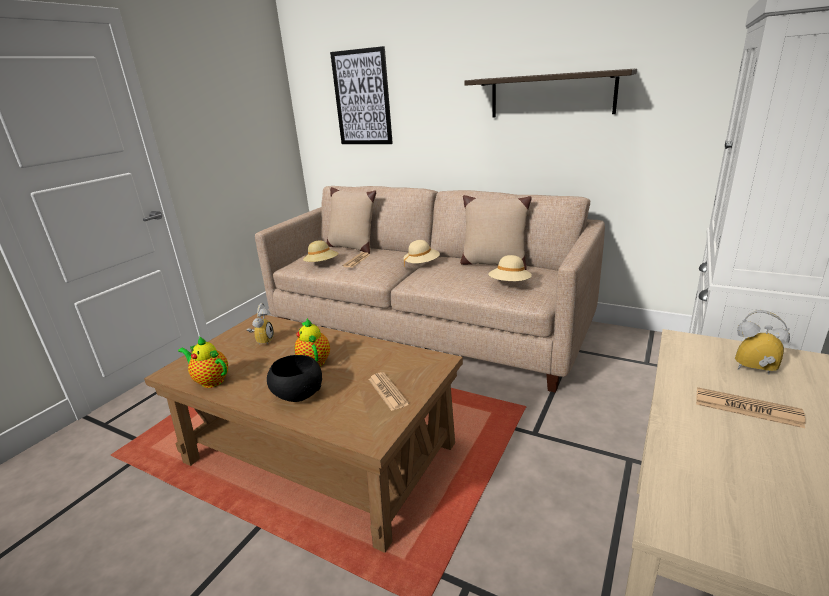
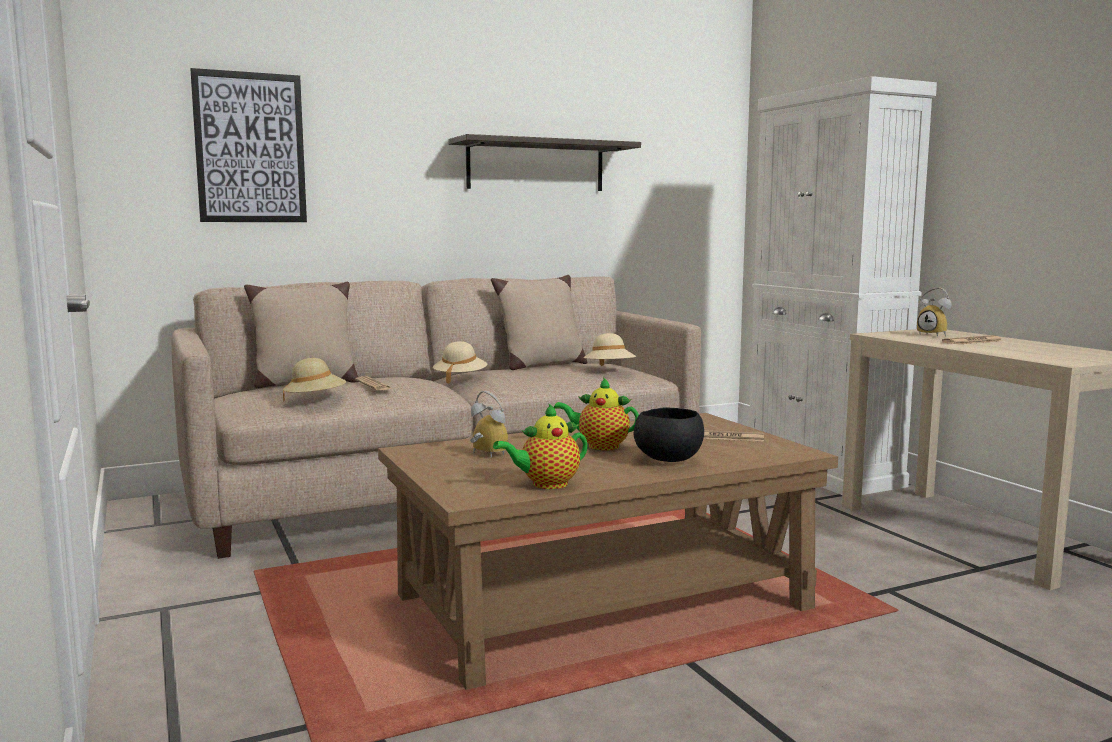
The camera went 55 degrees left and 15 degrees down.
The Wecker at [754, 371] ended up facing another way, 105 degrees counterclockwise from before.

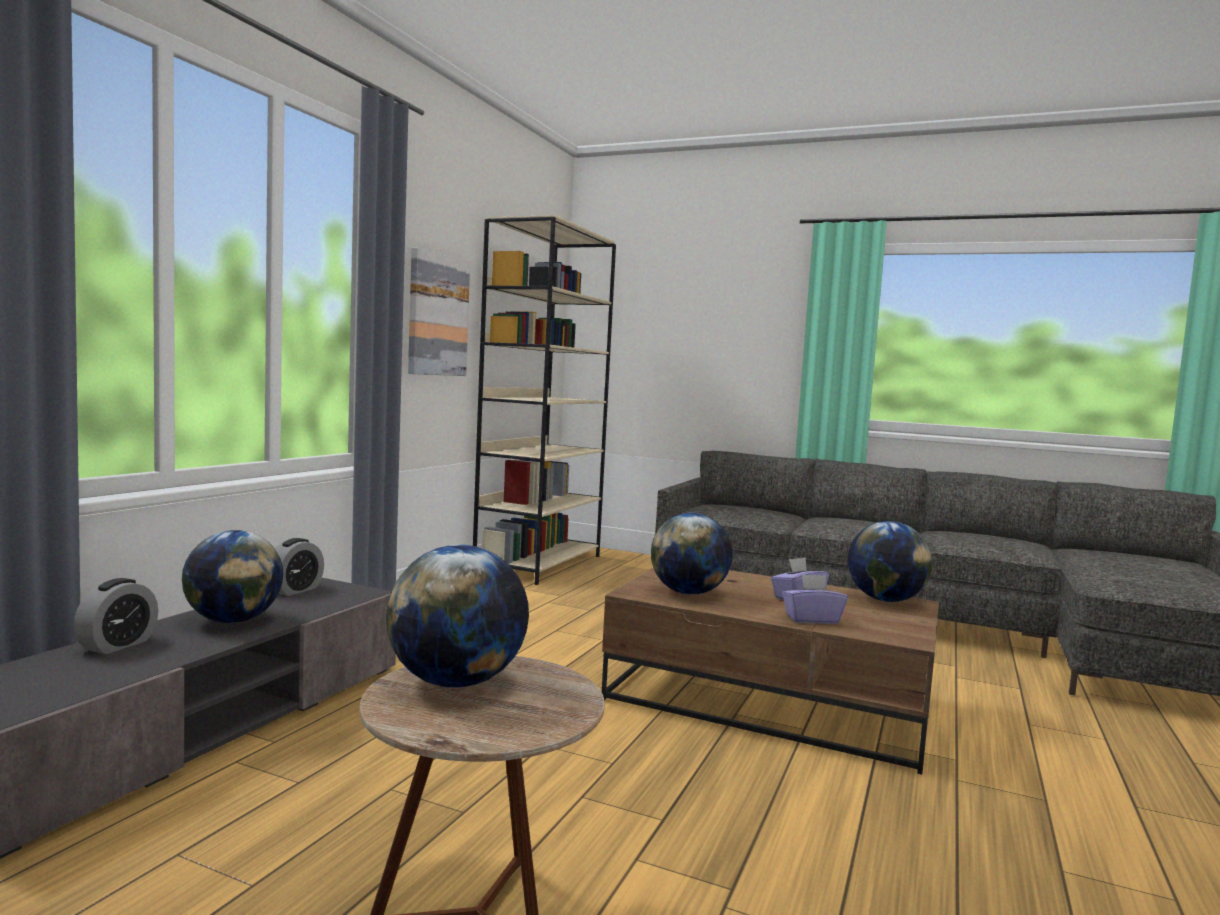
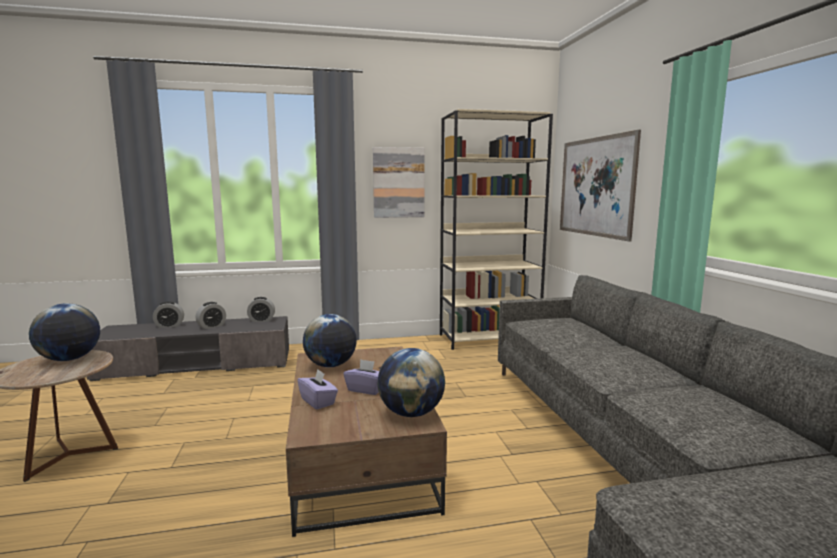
The camera went 55 degrees right and 5 degrees up.
Where the Globus stood at [233, 620], the Wecker came to stand at [211, 326].
The second view gained the Bild at [595, 187].

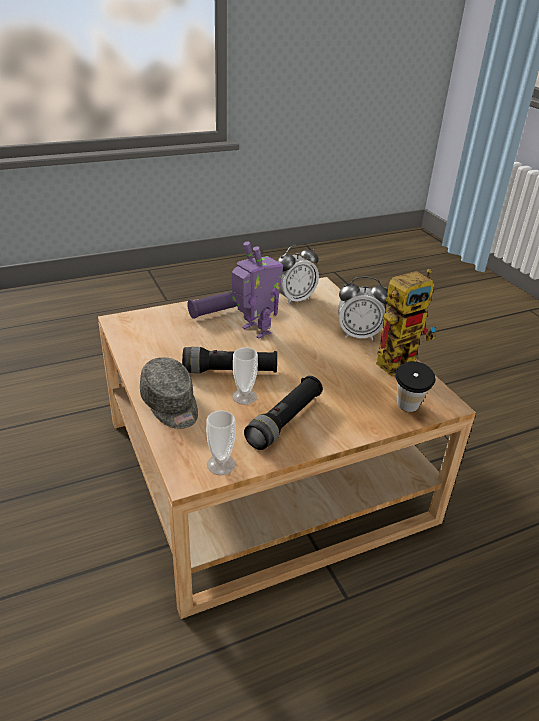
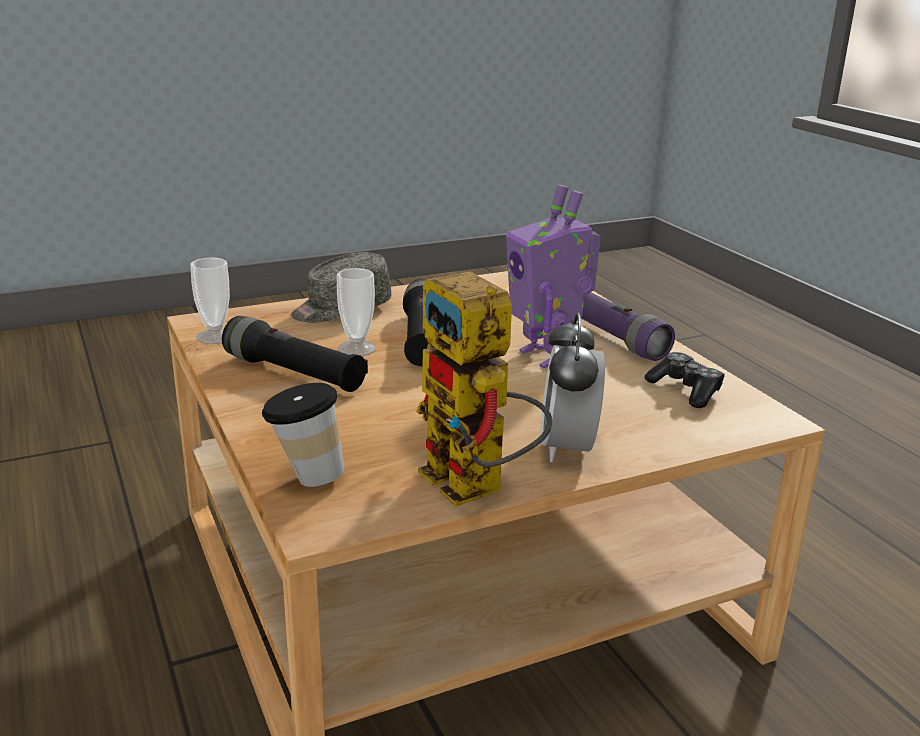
The camera went 90 degrees right and 10 degrees down.
The Spielzeugroboter at [255, 331] ended up facing another way, 105 degrees clockwise from before.
Where the Wecker stood at [294, 299], the Gamepad came to stand at [686, 390].

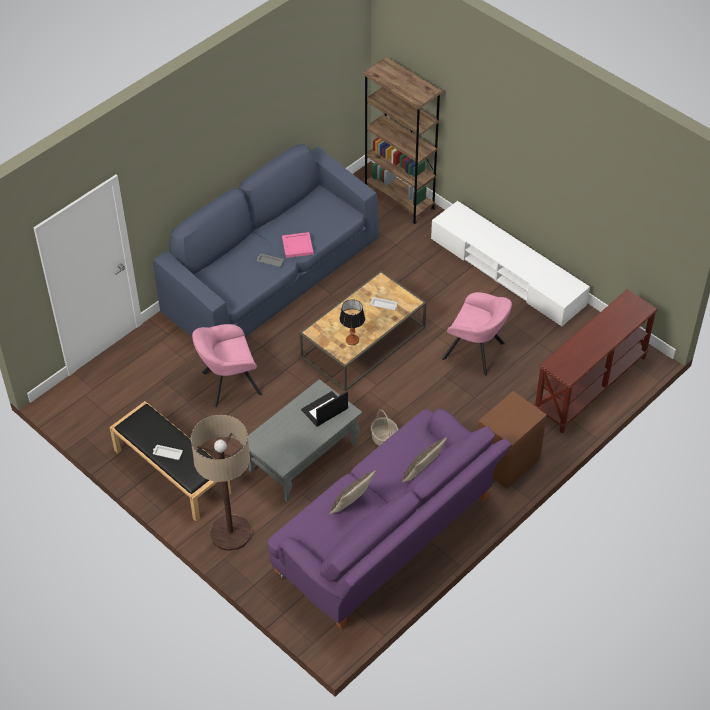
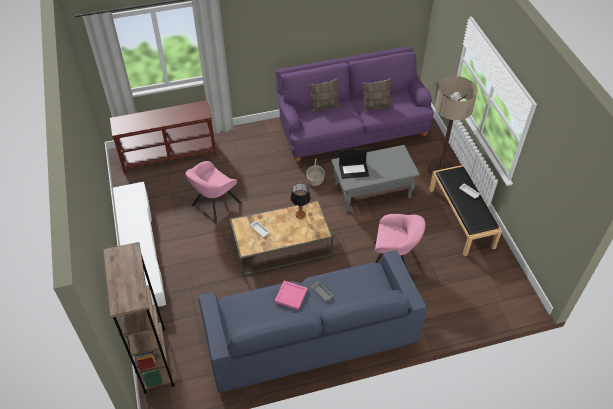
The camera went 150 degrees left and 0 degrees up.
The Sessel/rosa at [476, 352] ended up facing another way, 105 degrees counterclockwise from before.
The second view lost the Nachttisch/braun at [506, 461].

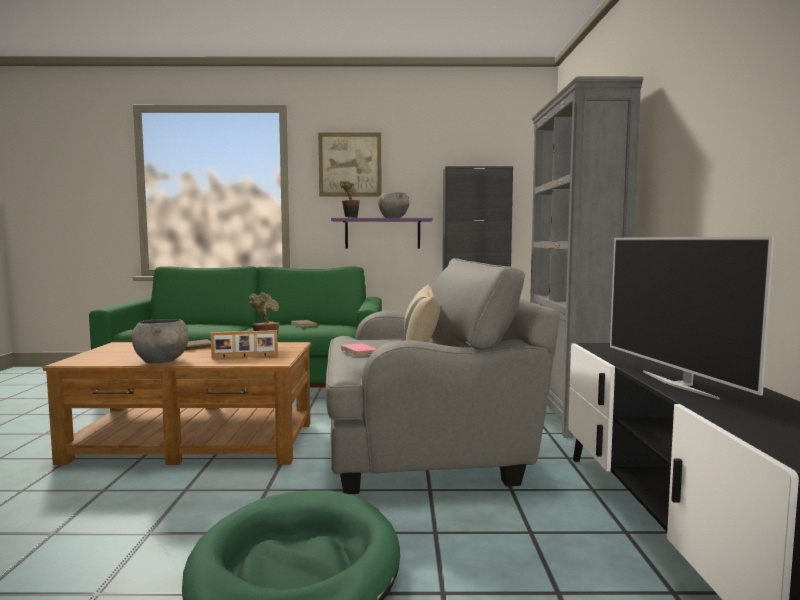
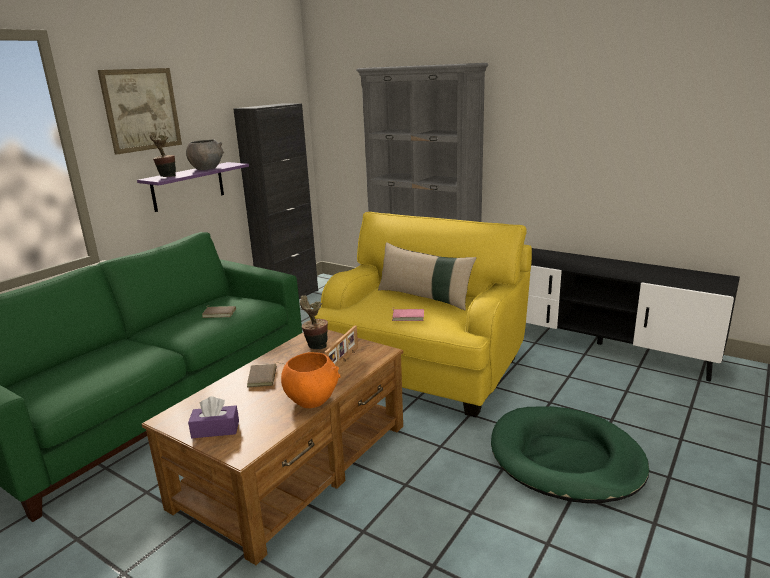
The camera went 55 degrees left and 15 degrees up.
What was the Schüssel/grau at [162, 361] turned into the Schüssel/orange at [312, 400].
What was the Sessel/grau at [425, 446] turned into the Sessel/gelb at [425, 366].
The second view lost the Fernseher at [679, 384].
The second view gained the Taschentuchbox/lila at [215, 429].

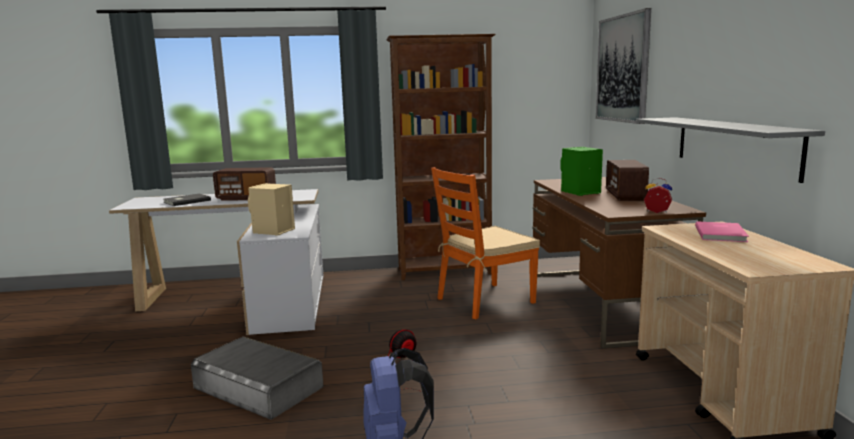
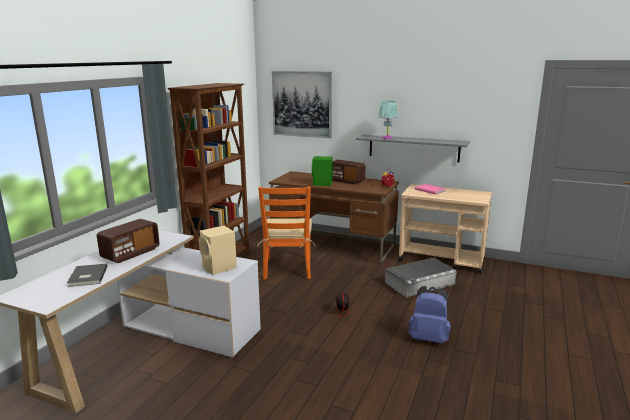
The camera went 60 degrees left and 5 degrees up.
The Aufbewahrungsbox/grau ended up elsewhere, having gone from [258, 387] to [419, 283].
The second view gained the Tischlampe/türkis at [387, 138].

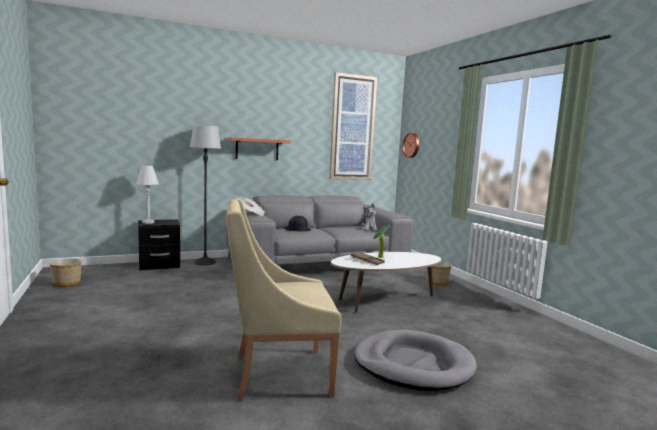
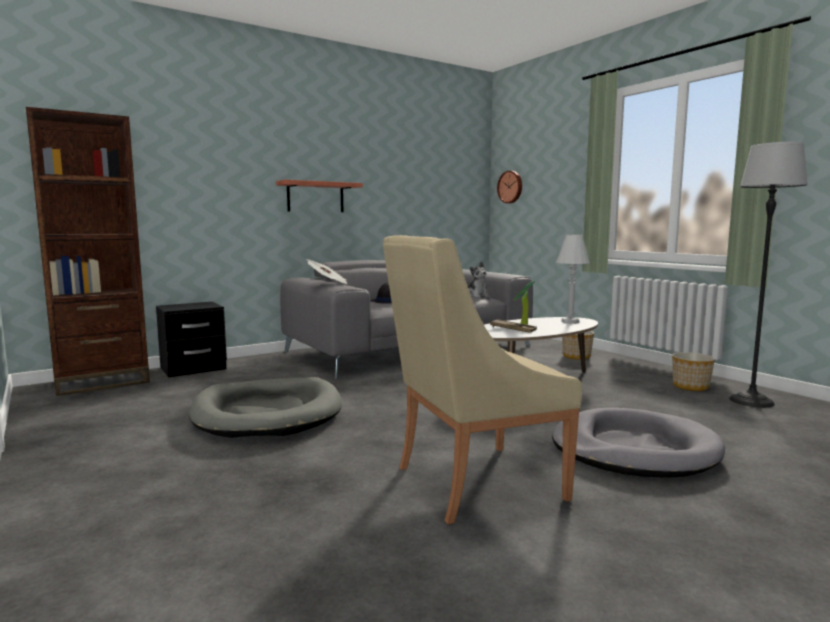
The camera went 10 degrees left and 0 degrees up.
The Pflanzkübel ended up elsewhere, having gone from [67, 283] to [691, 386].
The Tischlampe/weiß ended up elsewhere, having gone from [148, 222] to [570, 322].
The Stehlampe ended up elsewhere, having gone from [205, 262] to [751, 401].
The second view lost the Bild at [352, 128].
The second view gained the Bücherregal/braun at [102, 382].
The second view gained the Hundebett/grau at [268, 413].

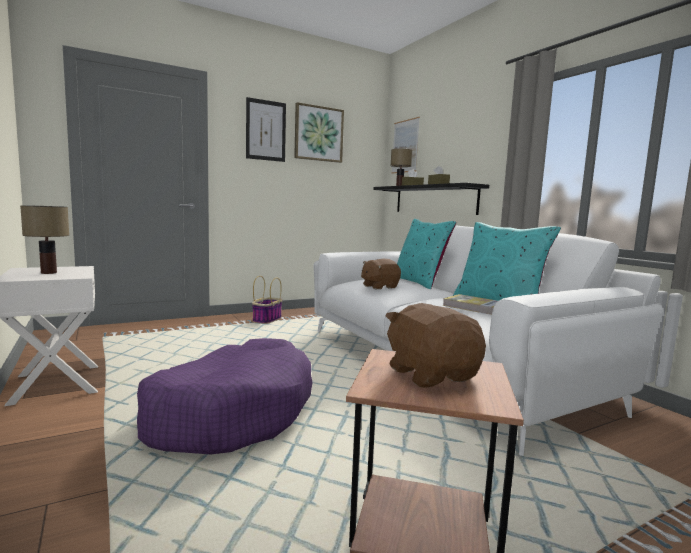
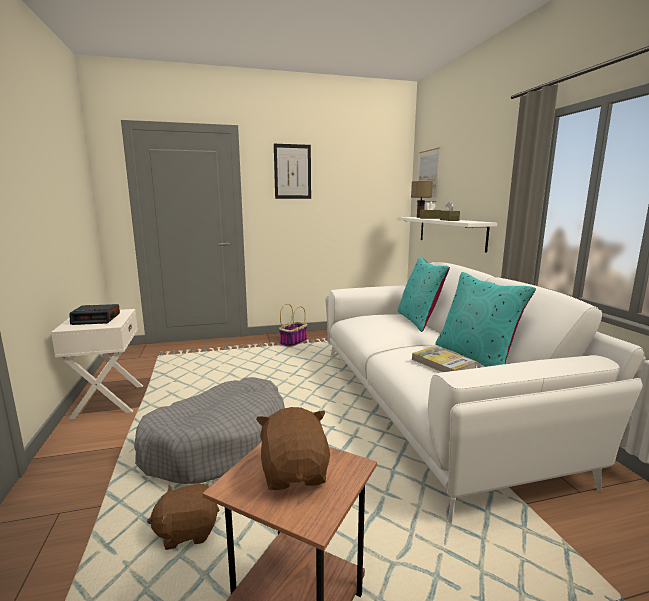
The camera went 15 degrees right and 5 degrees up.
Where the Tischlampe stood at [49, 272], the Wecker came to stand at [97, 319].
What was the Hundebett/lila at [231, 413] turned into the Hundebett/grau at [218, 443].
The second view lost the Bild at [318, 134].
The Plüschtier/braun ended up elsewhere, having gone from [379, 287] to [187, 531].
What was the Wandregal/schwarz at [434, 200] turned into the Wandregal/weiß at [450, 232].

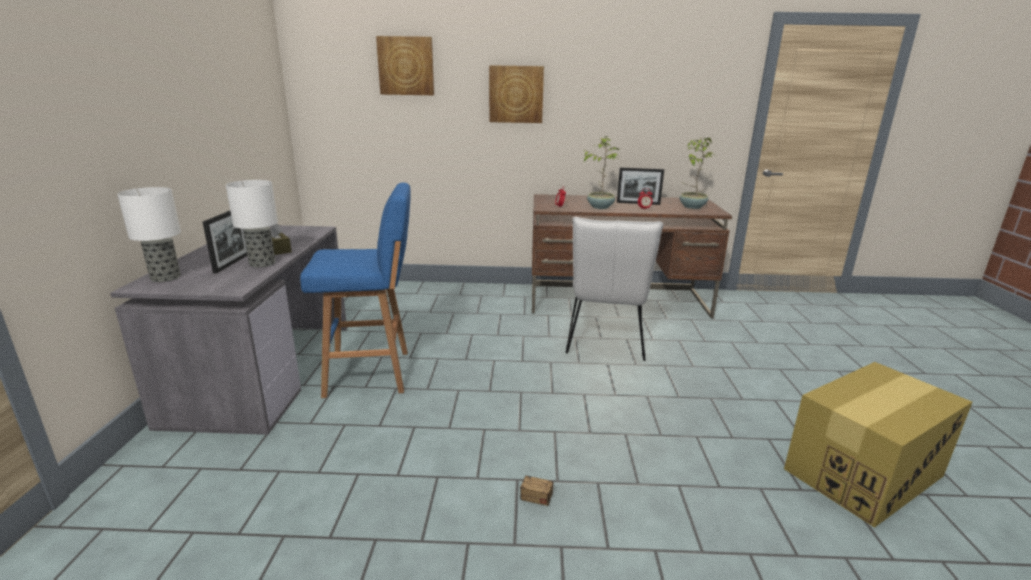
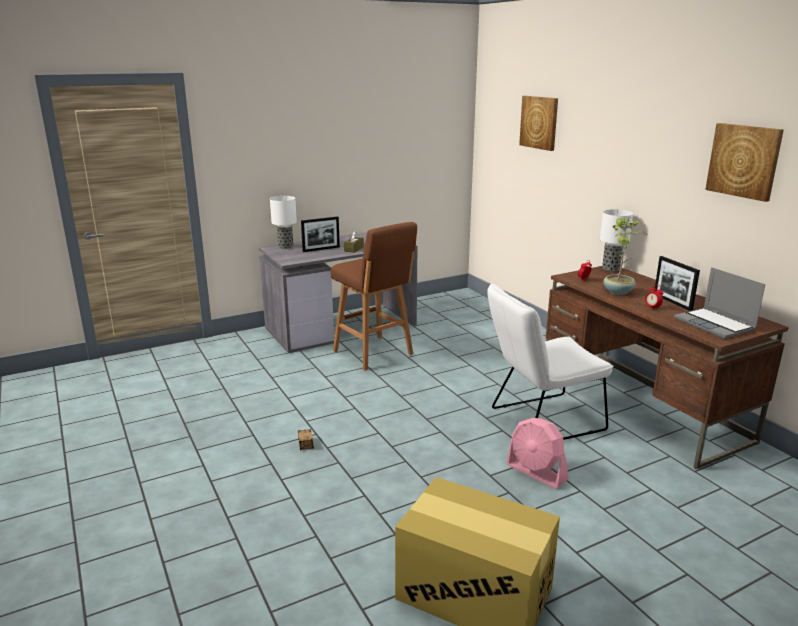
The camera went 60 degrees right and 0 degrees up.
The Tischlampe ended up elsewhere, having gone from [262, 263] to [610, 268].
What was the Hocker/blau at [372, 373] turned into the Hocker/braun at [374, 353].
The Bild ended up elsewhere, having gone from [516, 94] to [744, 161].
Where the Topfpflanze stood at [691, 207], the Laptop came to stand at [715, 325].
The second view gained the Ventilator/rosa at [536, 472].

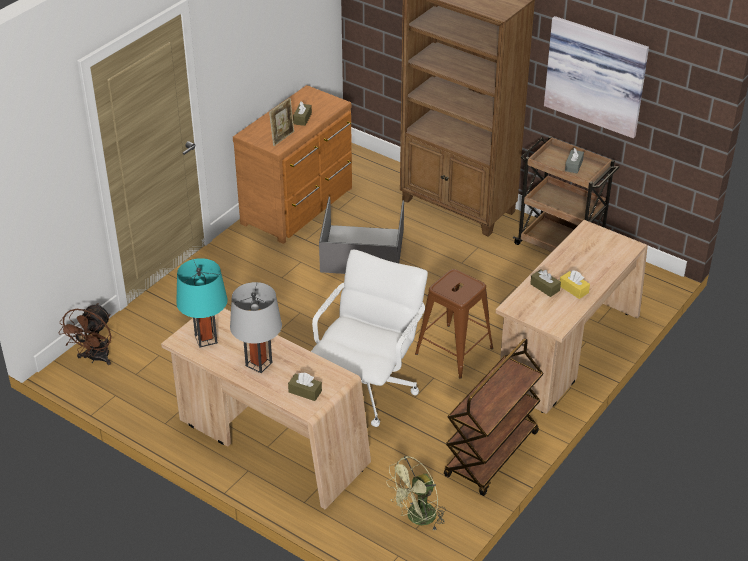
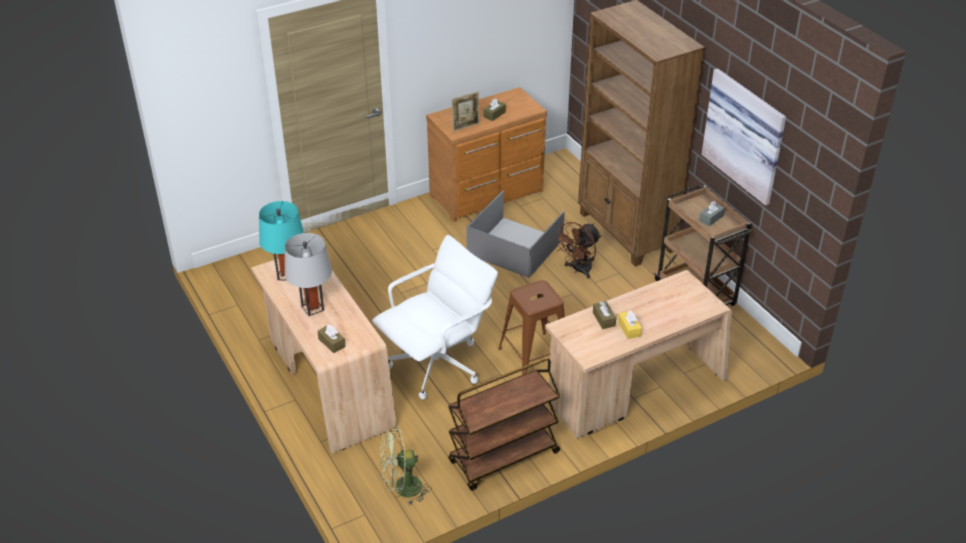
The camera went 25 degrees right and 0 degrees up.
The Ventilator/braun ended up elsewhere, having gone from [95, 358] to [578, 270].

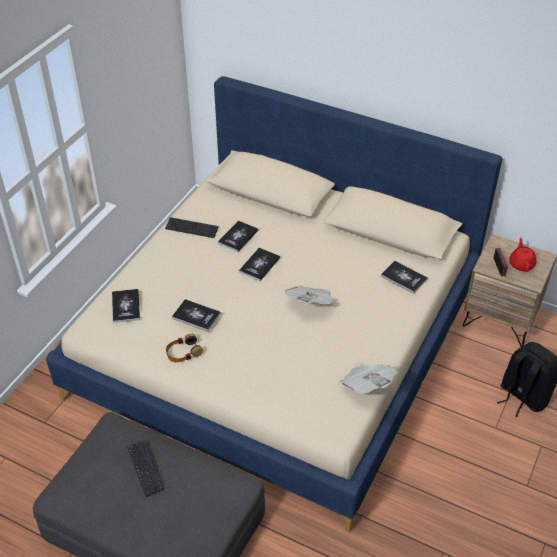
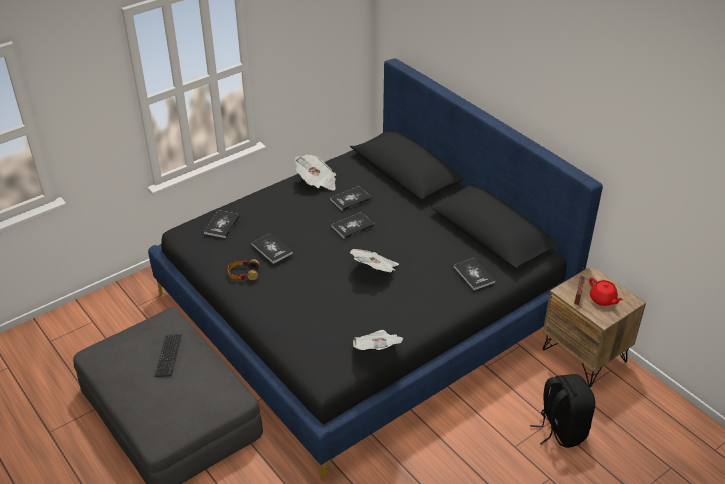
The camera went 25 degrees right and 5 degrees down.
What was the Bett/beige at [278, 341] turned into the Bett/schwarz at [363, 307].
Where the Tastatur stood at [192, 228], the Zeitung came to stand at [317, 182].
The Teekanne/rot at [521, 264] ended up facing another way, 120 degrees clockwise from before.

